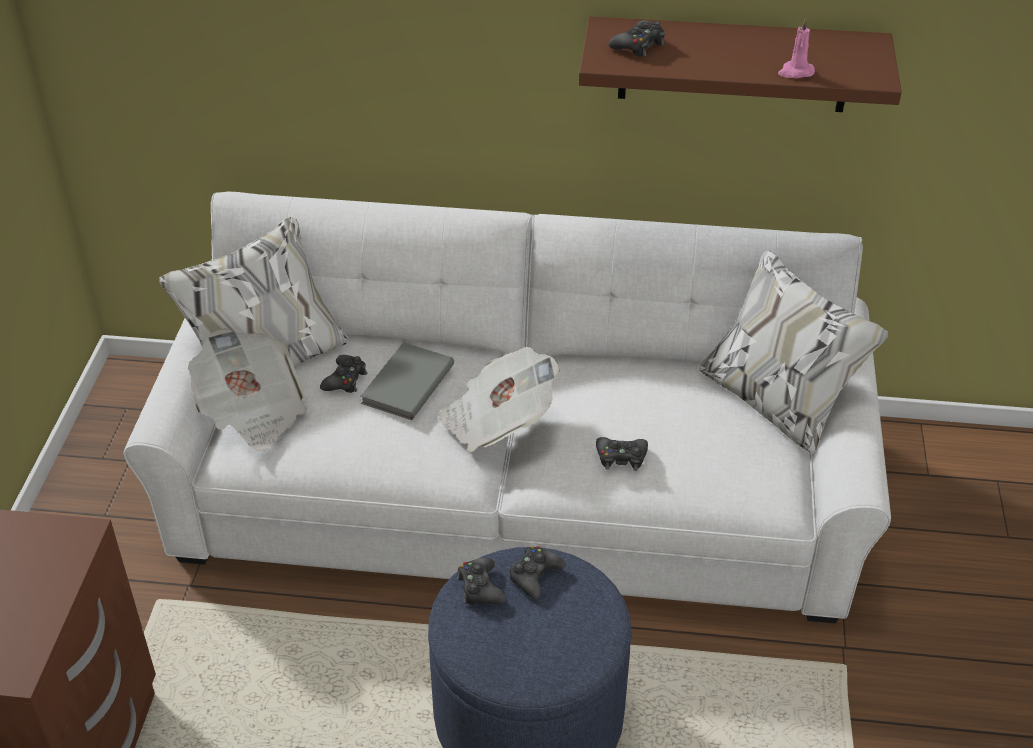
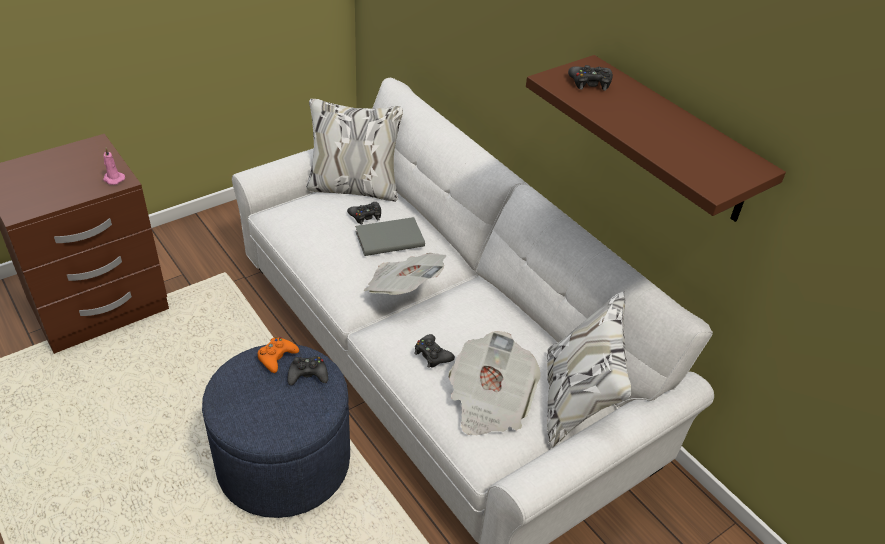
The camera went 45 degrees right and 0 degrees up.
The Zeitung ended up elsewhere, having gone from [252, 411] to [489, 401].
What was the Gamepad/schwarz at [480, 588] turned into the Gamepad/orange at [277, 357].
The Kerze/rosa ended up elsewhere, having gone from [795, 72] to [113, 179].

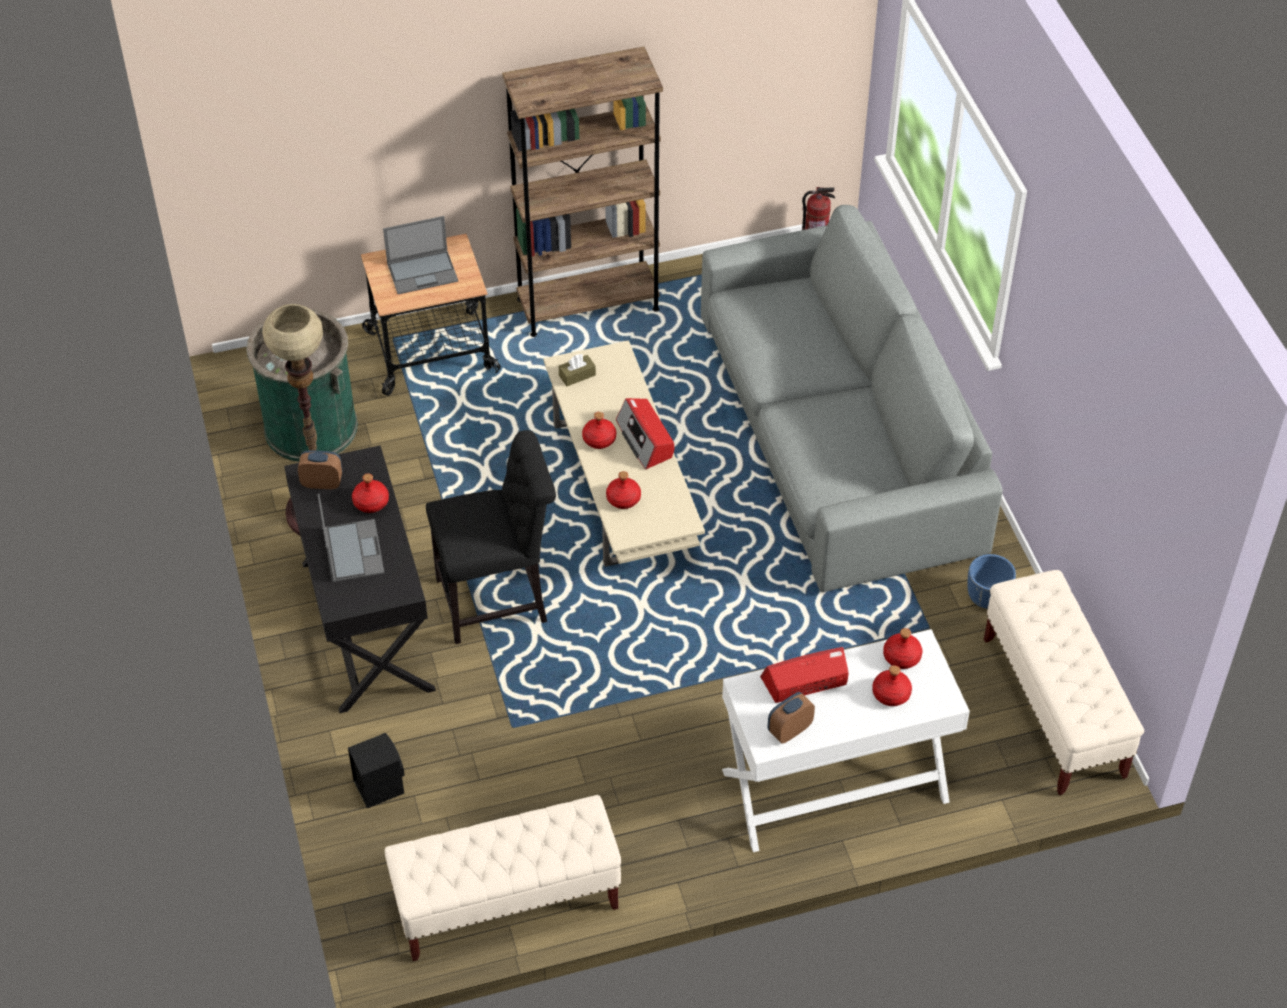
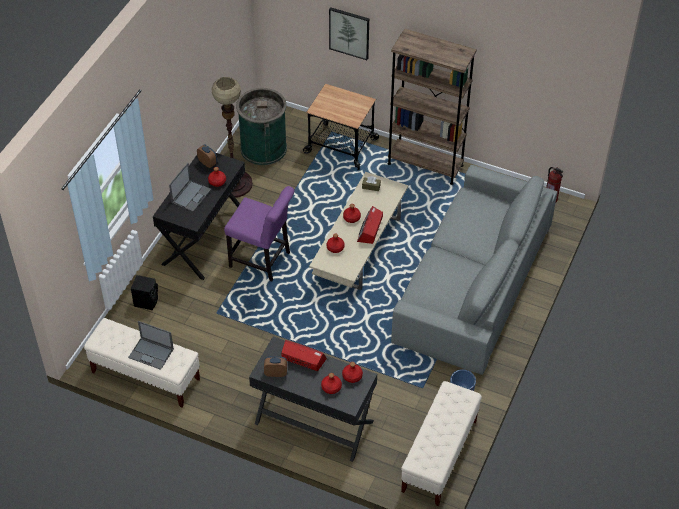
The camera went 40 degrees right and 0 degrees up.
The Laptop ended up elsewhere, having gone from [423, 272] to [151, 353].
What was the Stuhl/schwarz at [498, 600] turned into the Stuhl/lila at [262, 261].
What was the Schreibtisch/weiß at [835, 787] turned into the Schreibtisch/schwarz at [313, 422].
The second view gained the Bild at [349, 33].

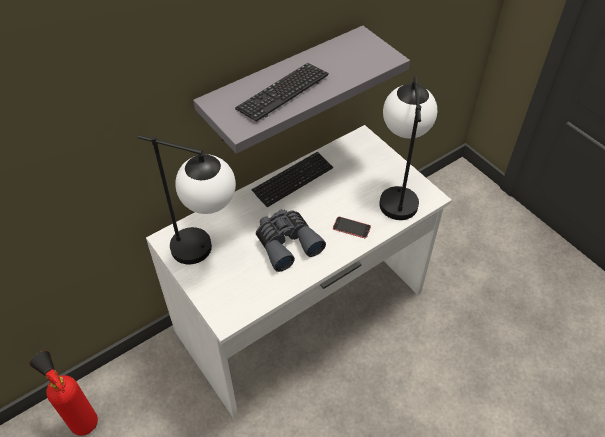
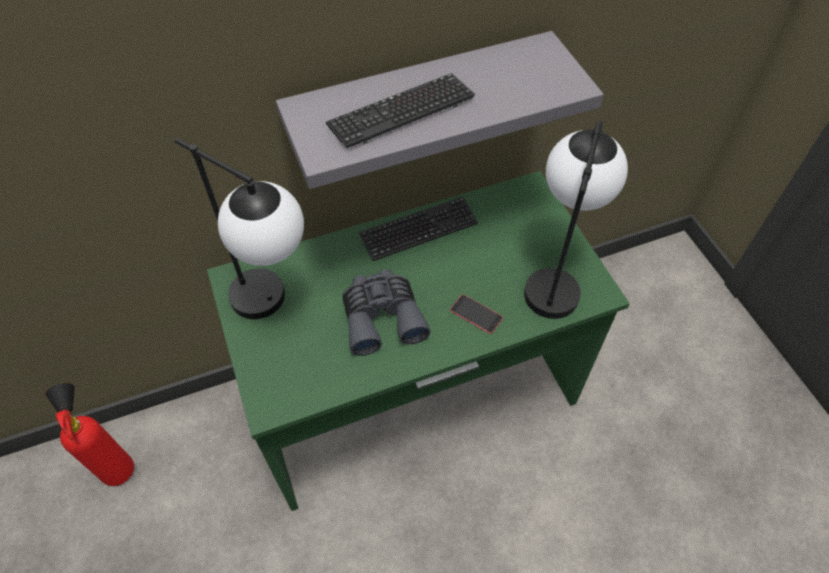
The camera went 15 degrees right and 5 degrees up.
What was the Schreibtisch/weiß at [302, 313] turned into the Schreibtisch/grün at [415, 395].

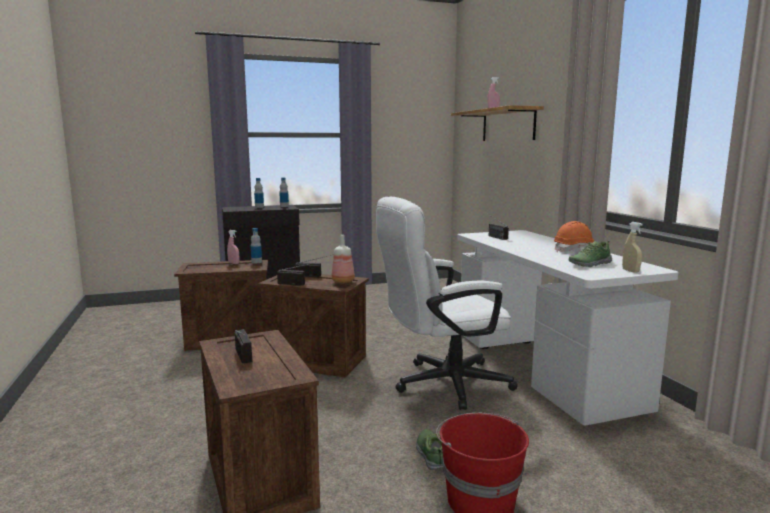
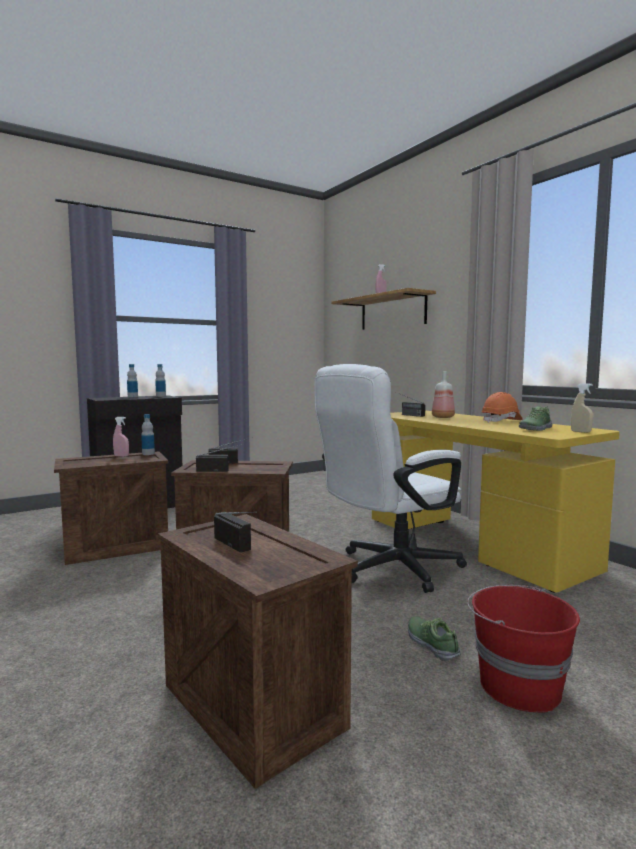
The camera went 15 degrees left and 5 degrees down.
The Flasche ended up elsewhere, having gone from [342, 281] to [442, 417].
What was the Schreibtisch/weiß at [541, 368] turned into the Schreibtisch/gelb at [472, 543].

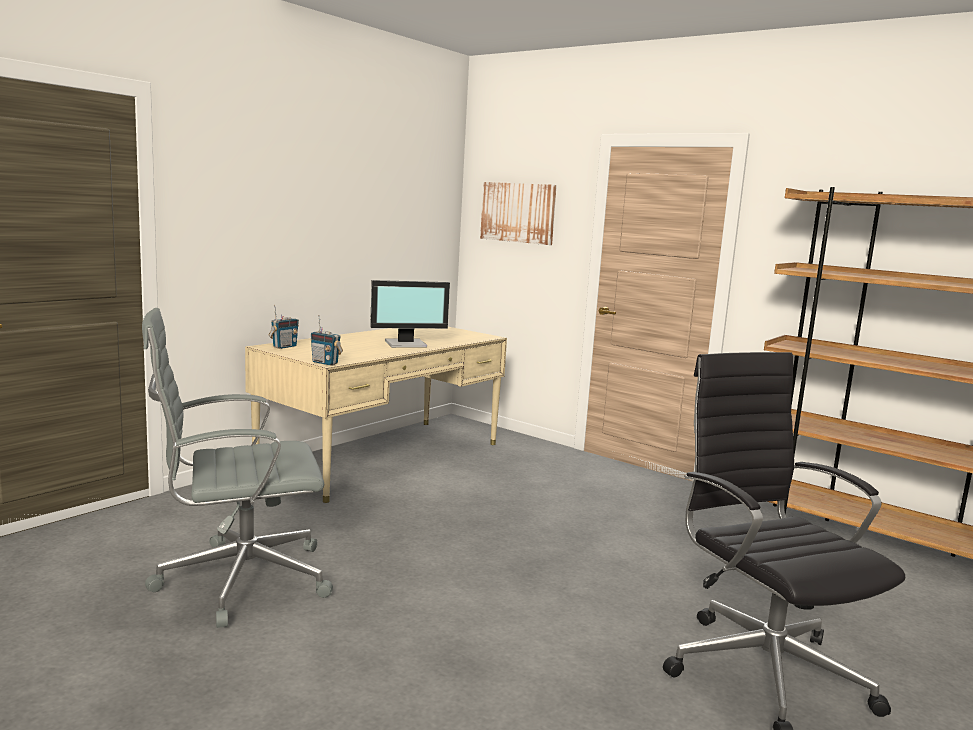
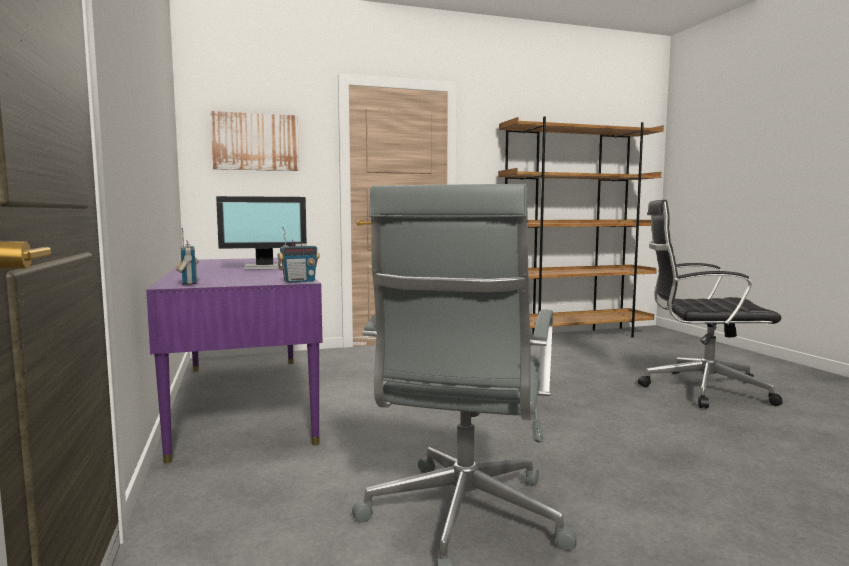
The camera went 55 degrees left and 5 degrees down.
What was the Schreibtisch/beige at [383, 457] turned into the Schreibtisch/lila at [244, 400].
The Monitor at [406, 344] ended up facing another way, 60 degrees clockwise from before.

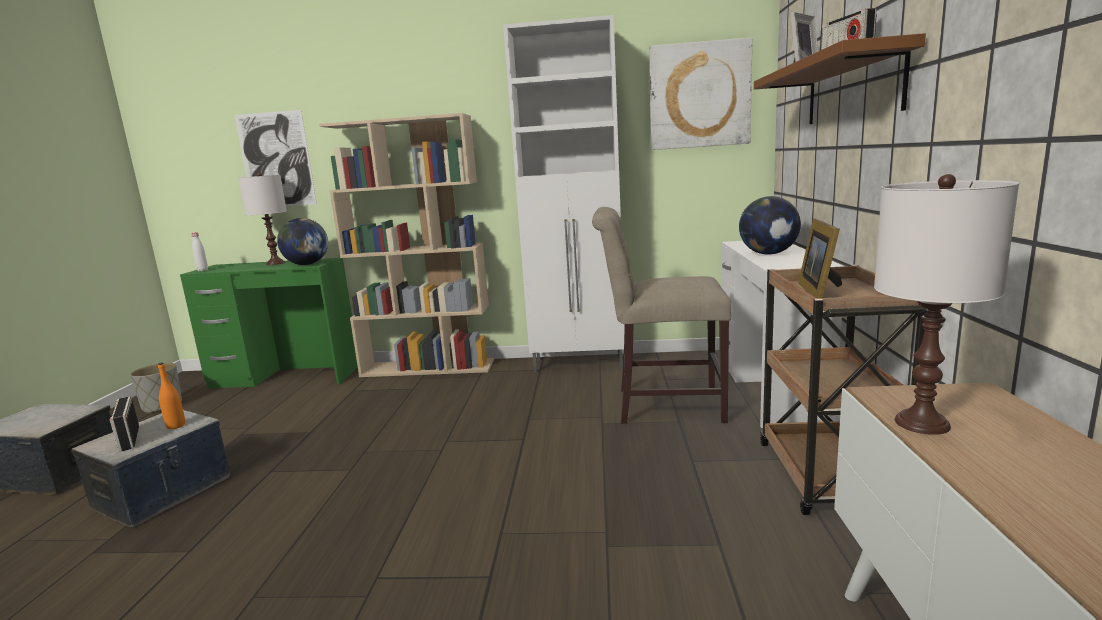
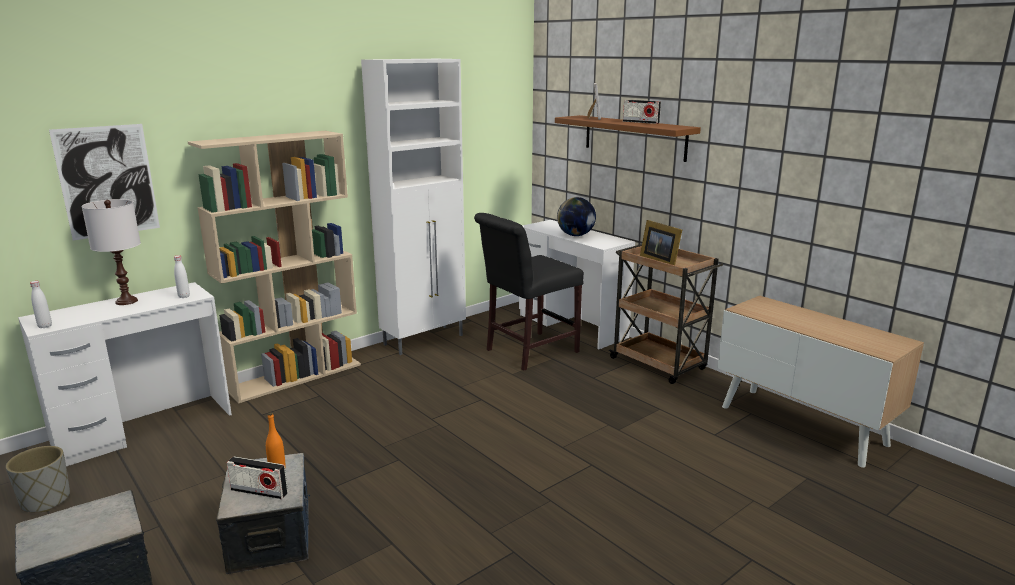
The camera went 45 degrees left and 5 degrees up.
What was the Schreibtisch/grün at [286, 377] turned into the Schreibtisch/weiß at [144, 428].
Where the Globus stood at [306, 264], the Flasche/weiß came to stand at [184, 296].
What was the Stuhl/beige at [662, 404] turned into the Stuhl/schwarz at [527, 352].
The second view lost the Bild at [699, 96].
The second view lost the Tischlampe/weiß at [921, 423].

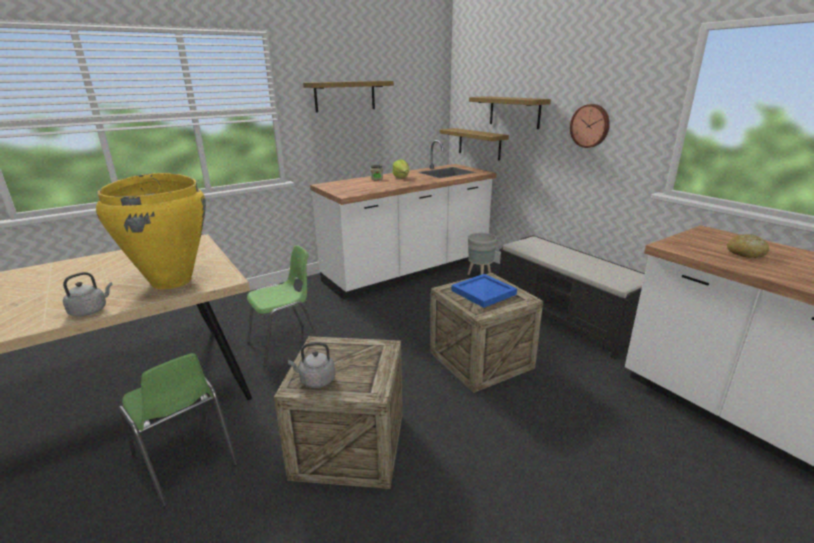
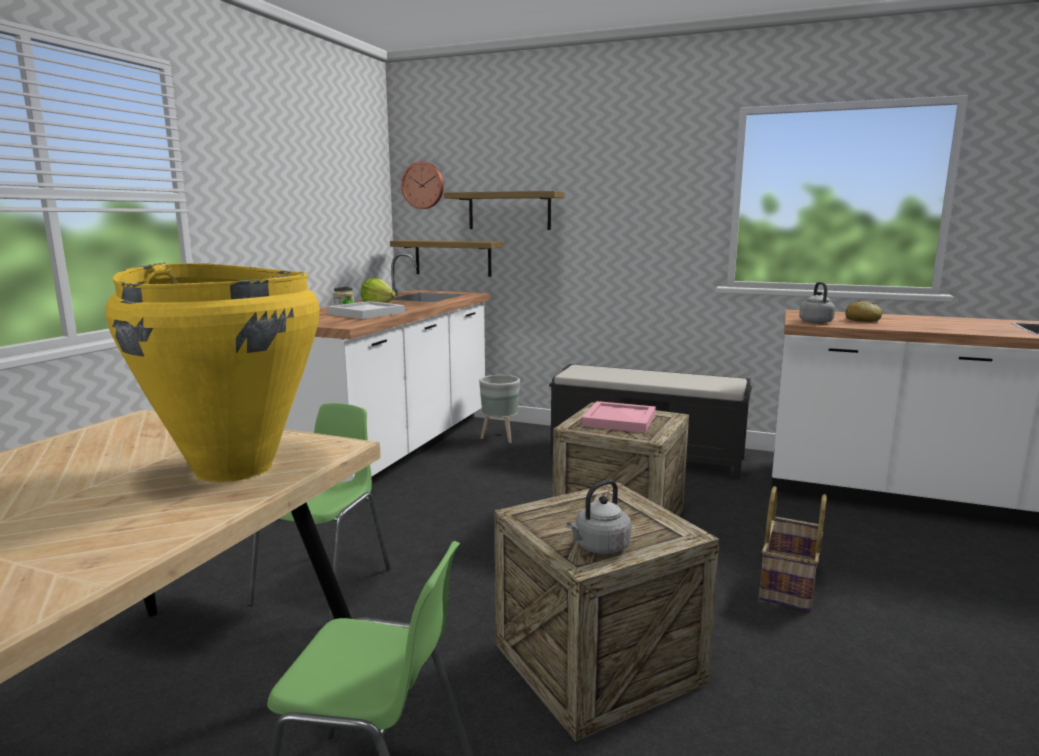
The camera went 35 degrees left and 10 degrees down.
The Wasserkessel/grau ended up elsewhere, having gone from [90, 310] to [815, 322].
The second view lost the Wandregal at [345, 96].
What was the Tablett/blau at [483, 292] turned into the Tablett/rosa at [618, 420].
The Wanduhr ended up elsewhere, having gone from [590, 126] to [423, 185].
The second view gained the Tablett/weiß at [365, 313].
The second view gained the Korb at [790, 585].

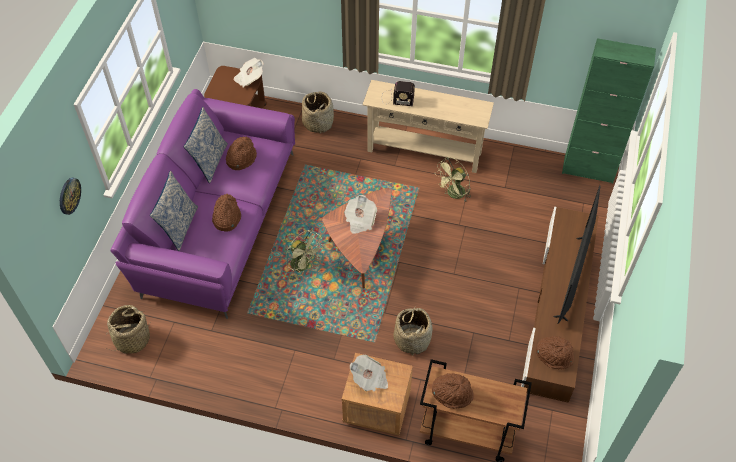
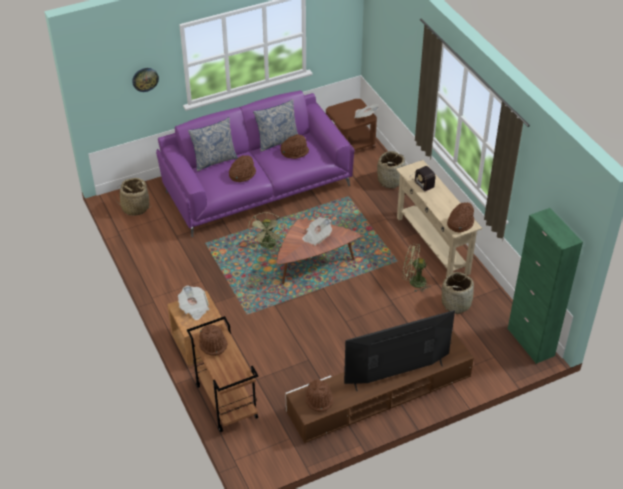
The camera went 50 degrees right and 10 degrees down.
The Korb ended up elsewhere, having gone from [412, 339] to [456, 303].
The second view gained the Hut/braun at [460, 223].

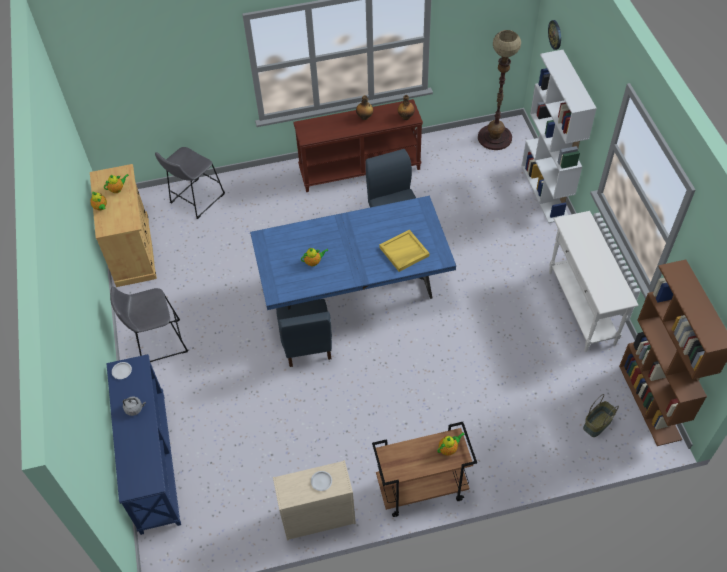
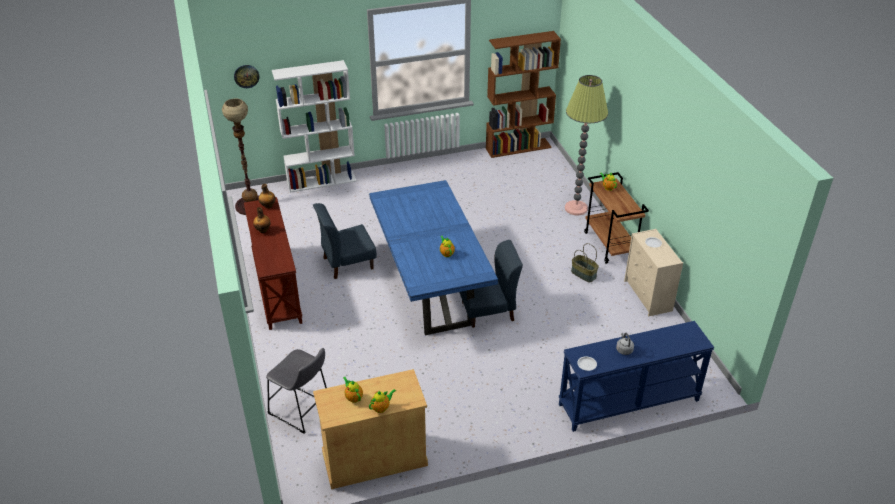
The camera went 95 degrees left and 15 degrees down.
The second view lost the Hocker/grau at [157, 342].
The second view lost the Tablett/gelb at [404, 252].
The second view lost the Konsolentisch/weiß at [581, 308].
The Korb ended up elsewhere, having gone from [597, 424] to [584, 274].
The second view gained the Stehlampe at [576, 208].

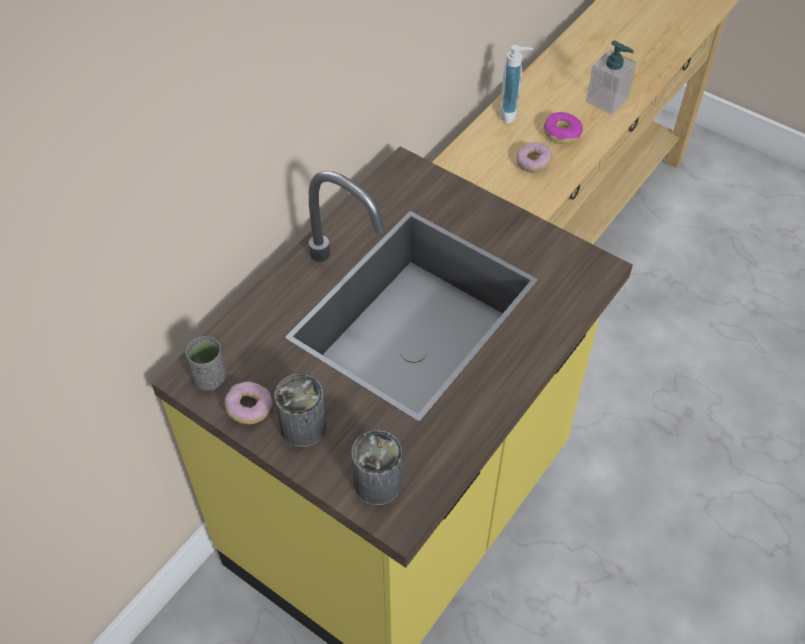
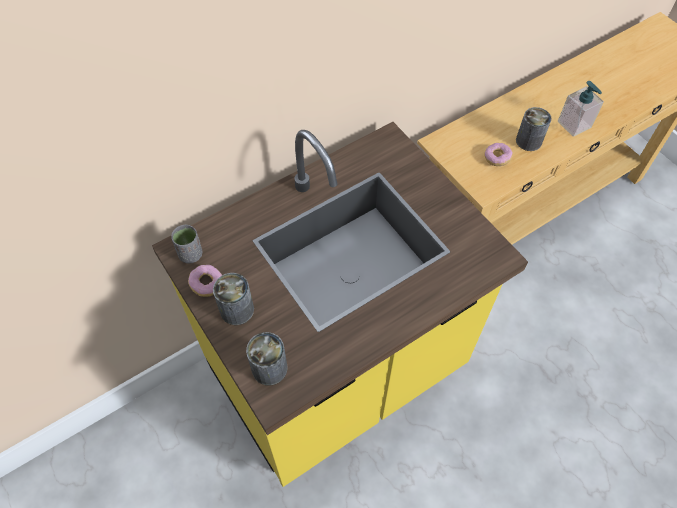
The camera went 20 degrees right and 5 degrees up.
The second view lost the Seifenspender at [512, 113].
Where the Donut stood at [562, 133], the Dose came to stand at [528, 141].

